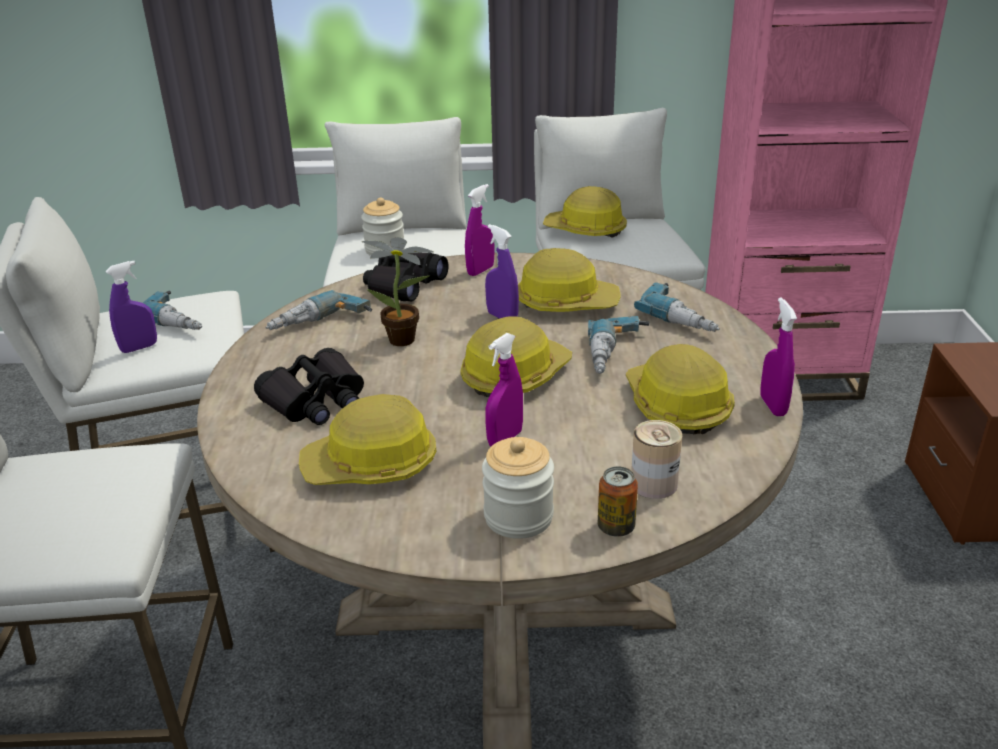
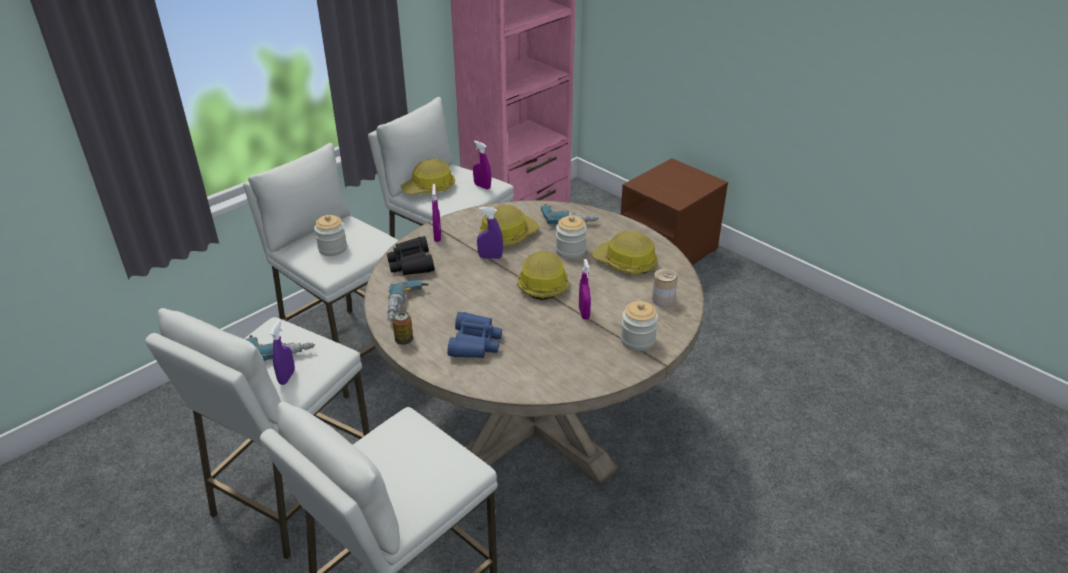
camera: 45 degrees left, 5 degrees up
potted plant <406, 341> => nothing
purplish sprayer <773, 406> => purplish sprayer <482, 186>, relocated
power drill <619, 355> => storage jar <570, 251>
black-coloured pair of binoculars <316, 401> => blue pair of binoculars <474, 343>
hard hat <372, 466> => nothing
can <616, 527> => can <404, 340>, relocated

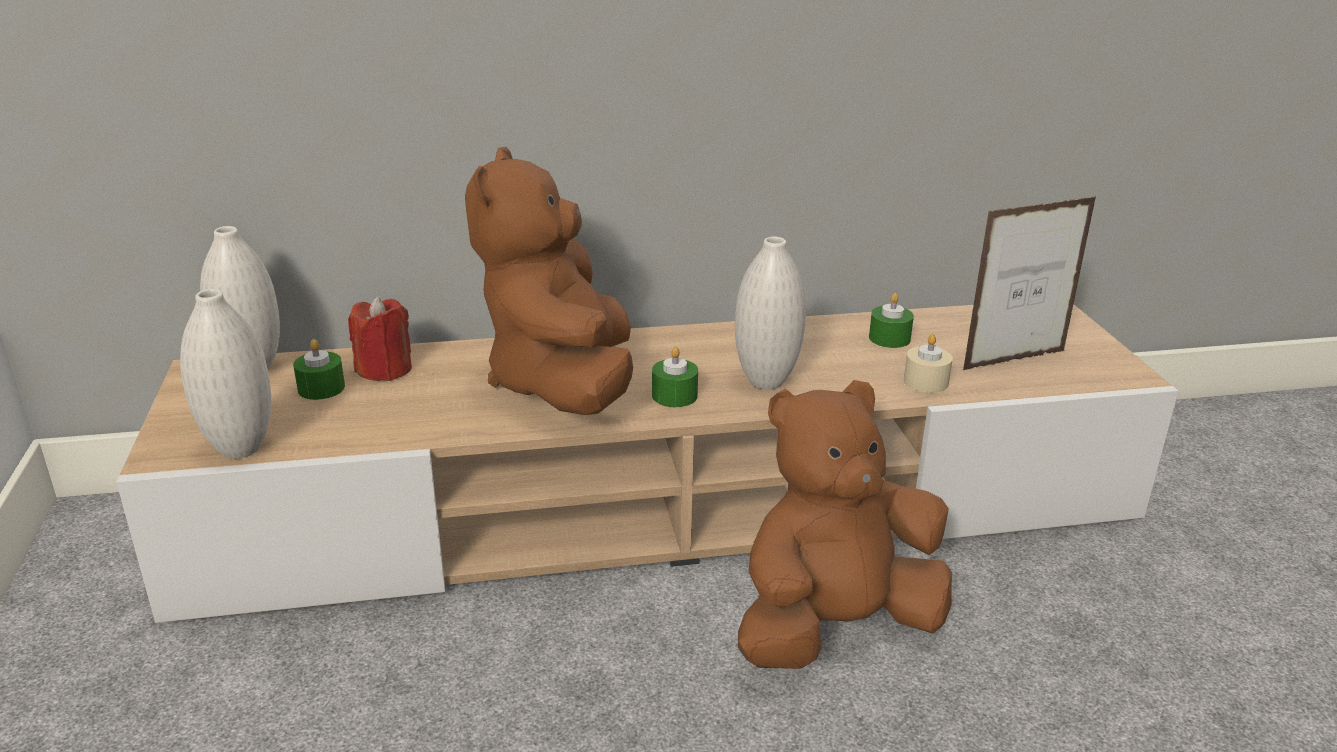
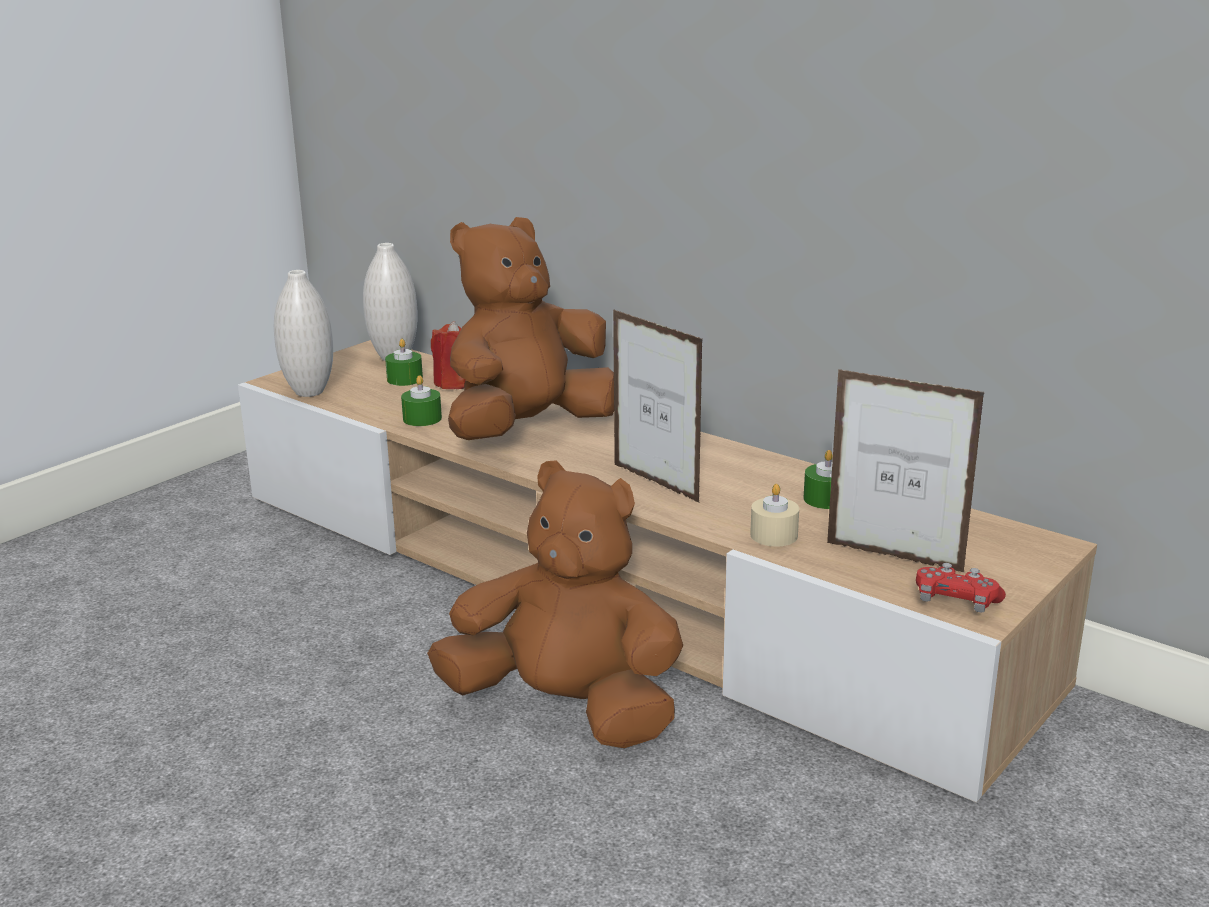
camera: 50 degrees right, 5 degrees down
whitish decorative vase <766, 382> => standing frame <655, 483>
greenish wax candle <674, 395> => greenish wax candle <422, 419>, relocated
nothing => reddish joypad <956, 602>

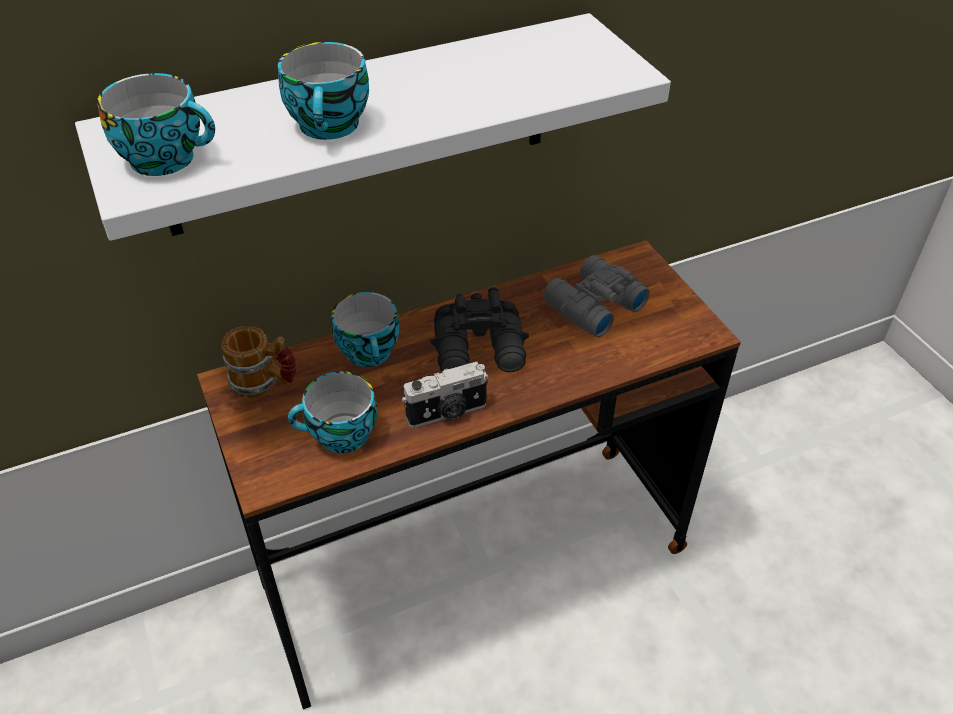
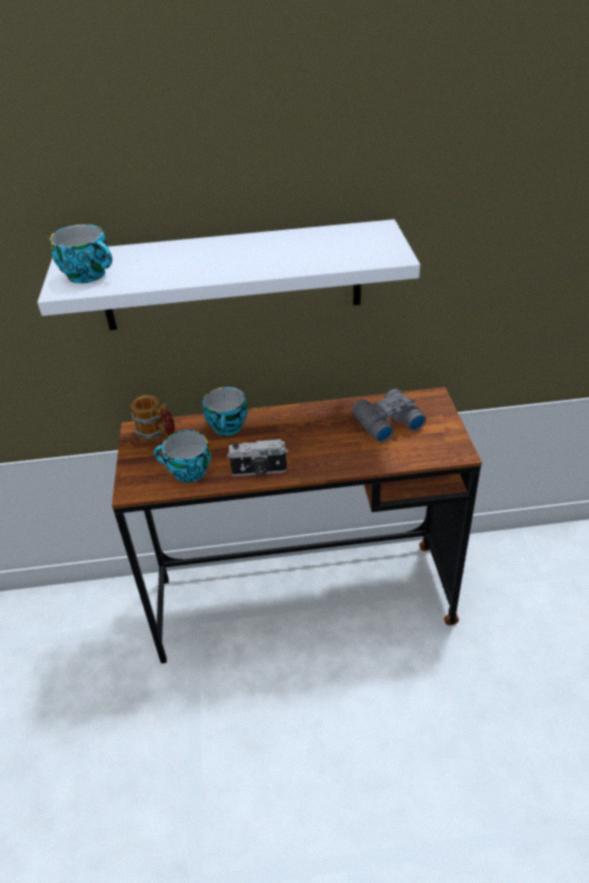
camera: 20 degrees right, 5 degrees down
cup <331, 126> => nothing
black-coloured pair of binoculars <481, 350> => nothing

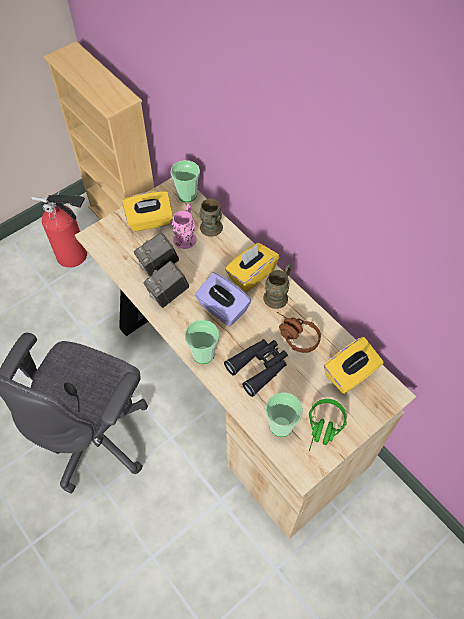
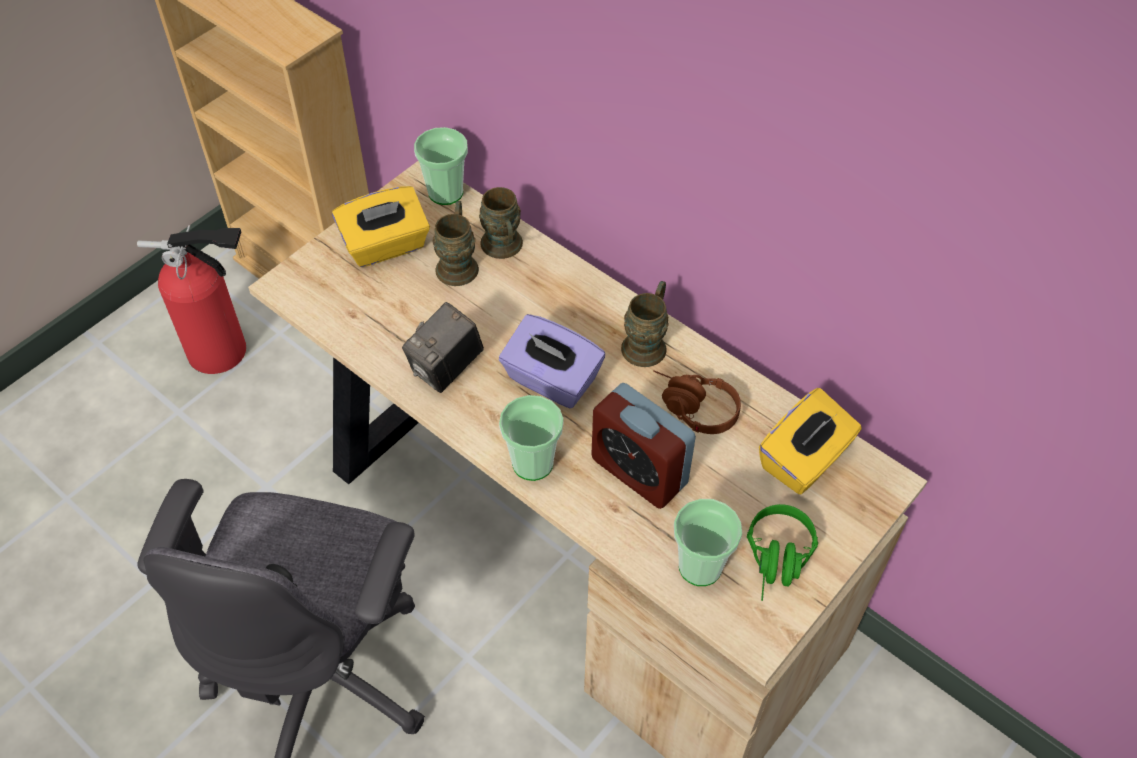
camera: 10 degrees left, 5 degrees down
pinkish coffee mug <186, 235> => brownish coffee mug <458, 263>
still camera <158, 266> => nothing
yellow tissue holder <251, 274> => nothing
black-coloured pair of binoculars <259, 367> => bedside clock <639, 471>

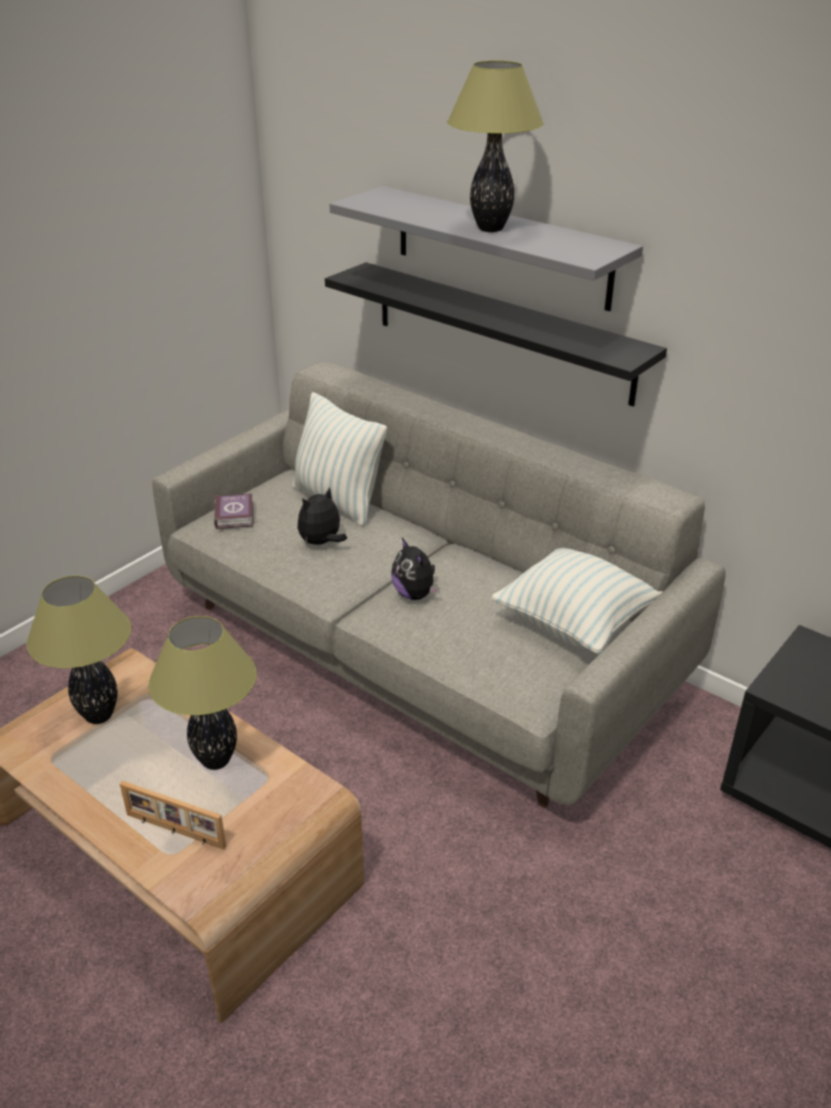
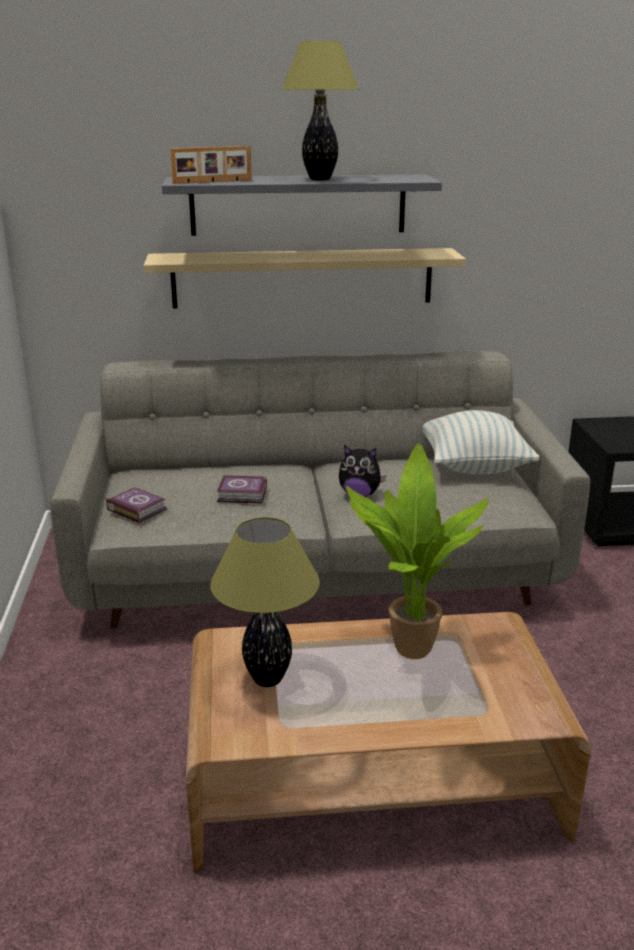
camera: 45 degrees left, 10 degrees down
black-coloured shelf <500, 332> => beige-coloured shelf <302, 278>
throw pillow <338, 501> => nothing
soft toy <321, 543> => bound book <243, 494>
lamp for a table <215, 761> => potted plant <406, 649>
standing frame <175, 831> => standing frame <213, 182>, relocated

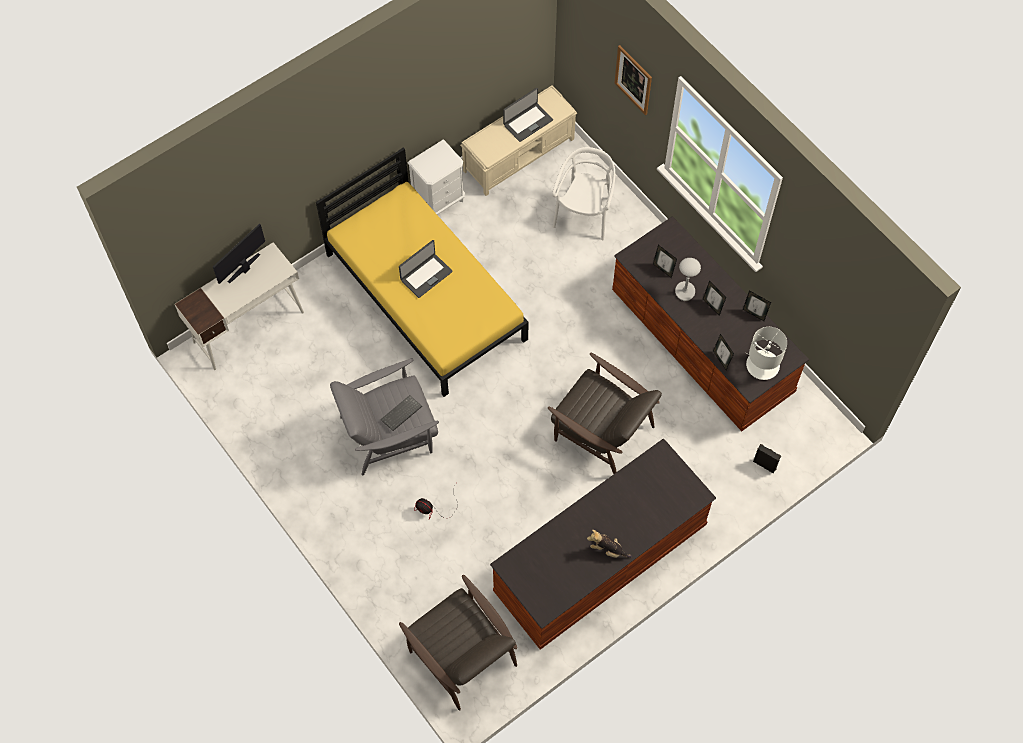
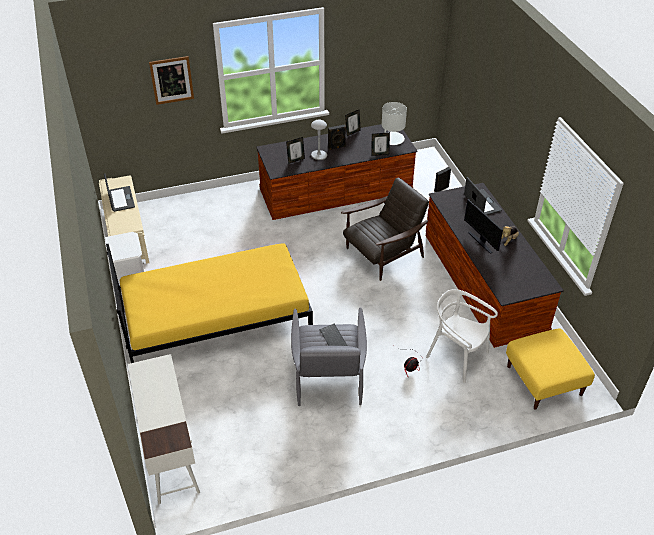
camera: 70 degrees left, 20 degrees down
whitish upright chair <584, 214> => whitish upright chair <457, 357>, relocated
monitor <245, 269> => monitor <481, 242>, relocated
portable computer <426, 275> => portable computer <482, 203>, relocated
standing frame <712, 306> => black-coloured audio speaker <337, 147>
brownish easy chair <461, 654> => yellow ottoman <544, 381>

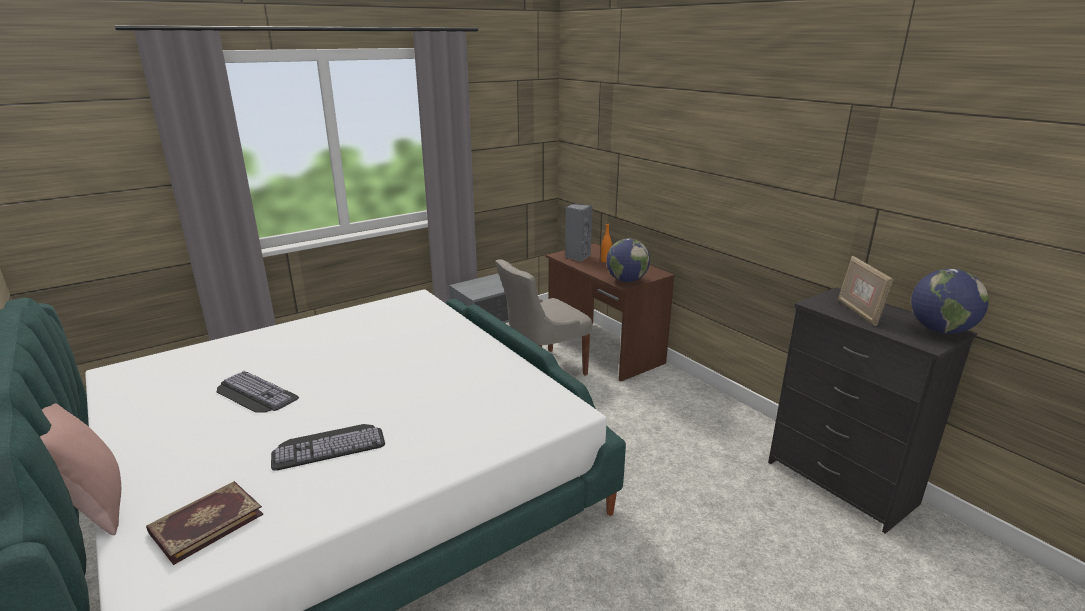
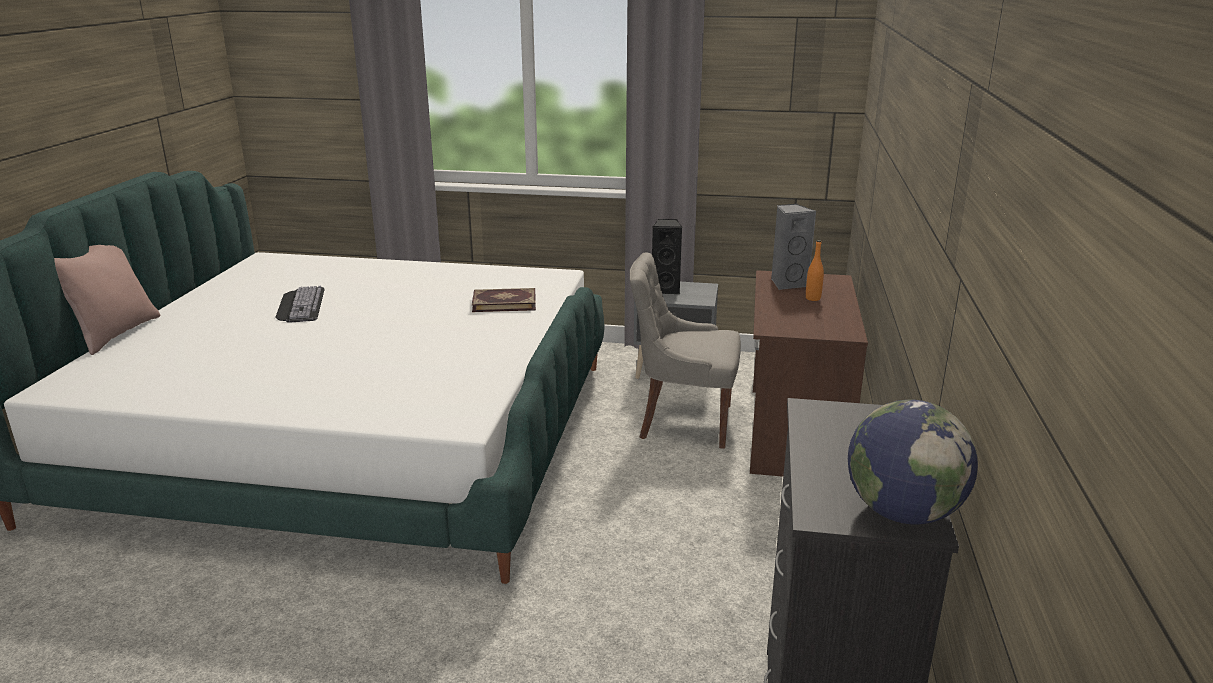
camera: 45 degrees right, 0 degrees up
globe <626, 280> => nothing
standing frame <858, 312> => nothing
keyboard <329, 445> => nothing
bound book <206, 522> => bound book <504, 302>, relocated
nothing => black-coloured audio speaker <665, 289>

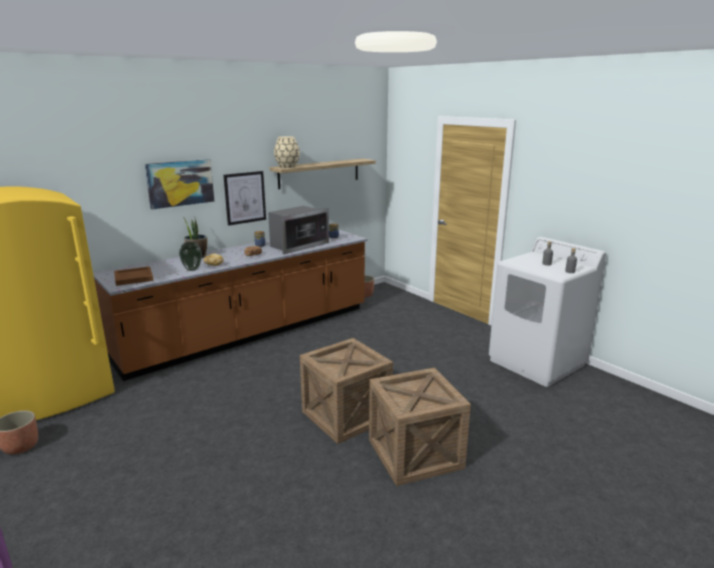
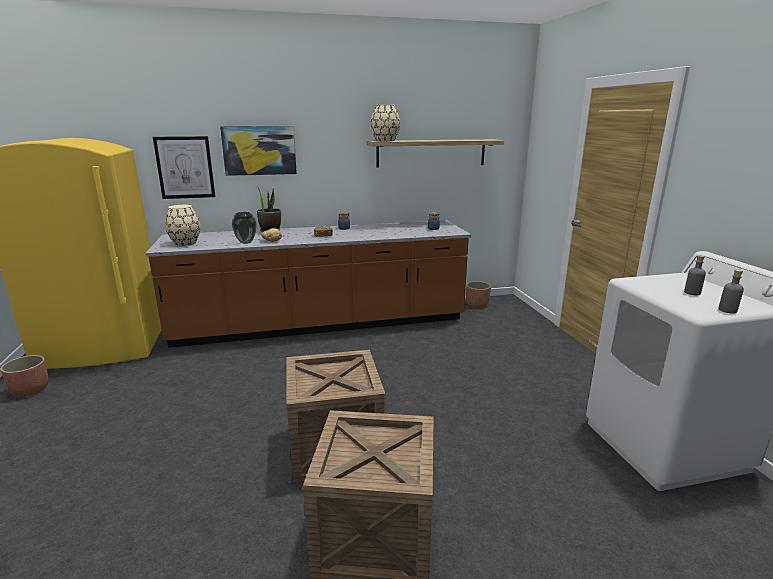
camera: 25 degrees right, 0 degrees up
picture <245, 197> => picture <185, 167>, relocated
microwave oven <297, 245> => nothing
brownish carrying tray <133, 277> => beige-coloured decorative vase <185, 243>

